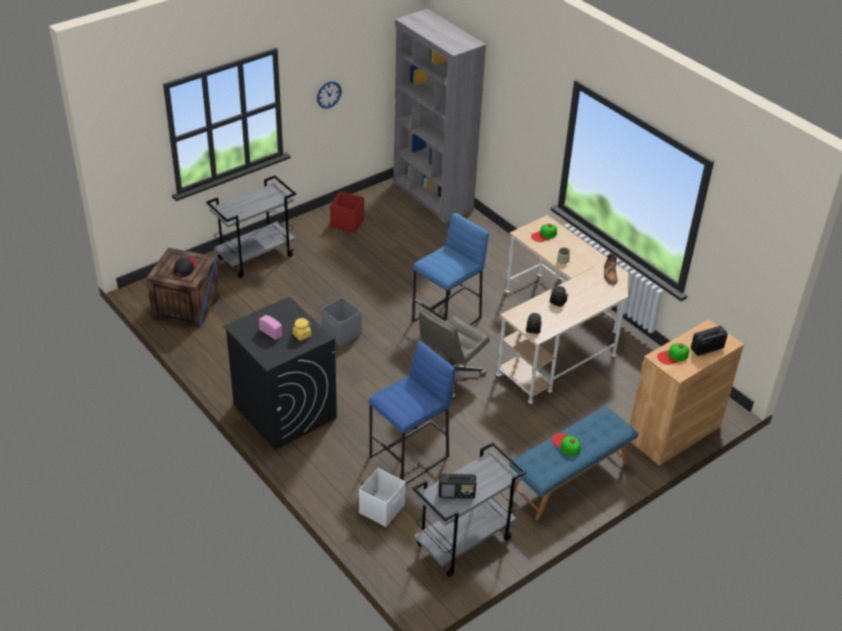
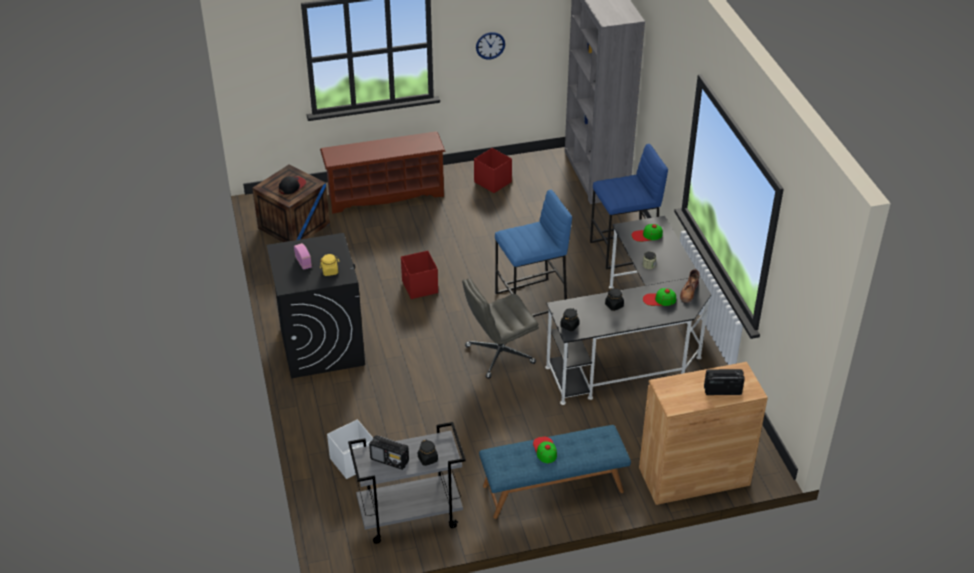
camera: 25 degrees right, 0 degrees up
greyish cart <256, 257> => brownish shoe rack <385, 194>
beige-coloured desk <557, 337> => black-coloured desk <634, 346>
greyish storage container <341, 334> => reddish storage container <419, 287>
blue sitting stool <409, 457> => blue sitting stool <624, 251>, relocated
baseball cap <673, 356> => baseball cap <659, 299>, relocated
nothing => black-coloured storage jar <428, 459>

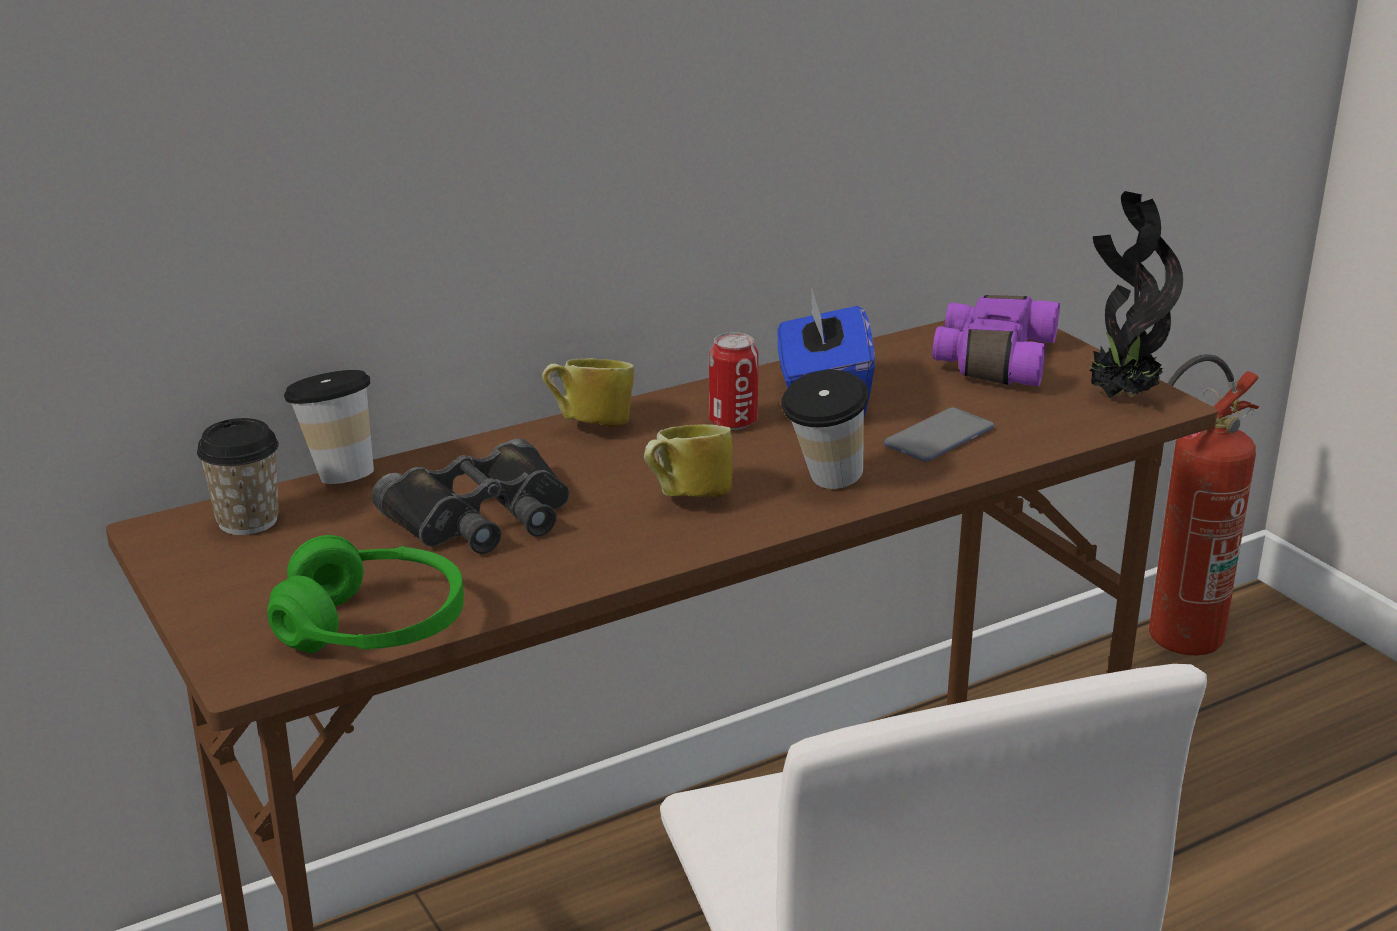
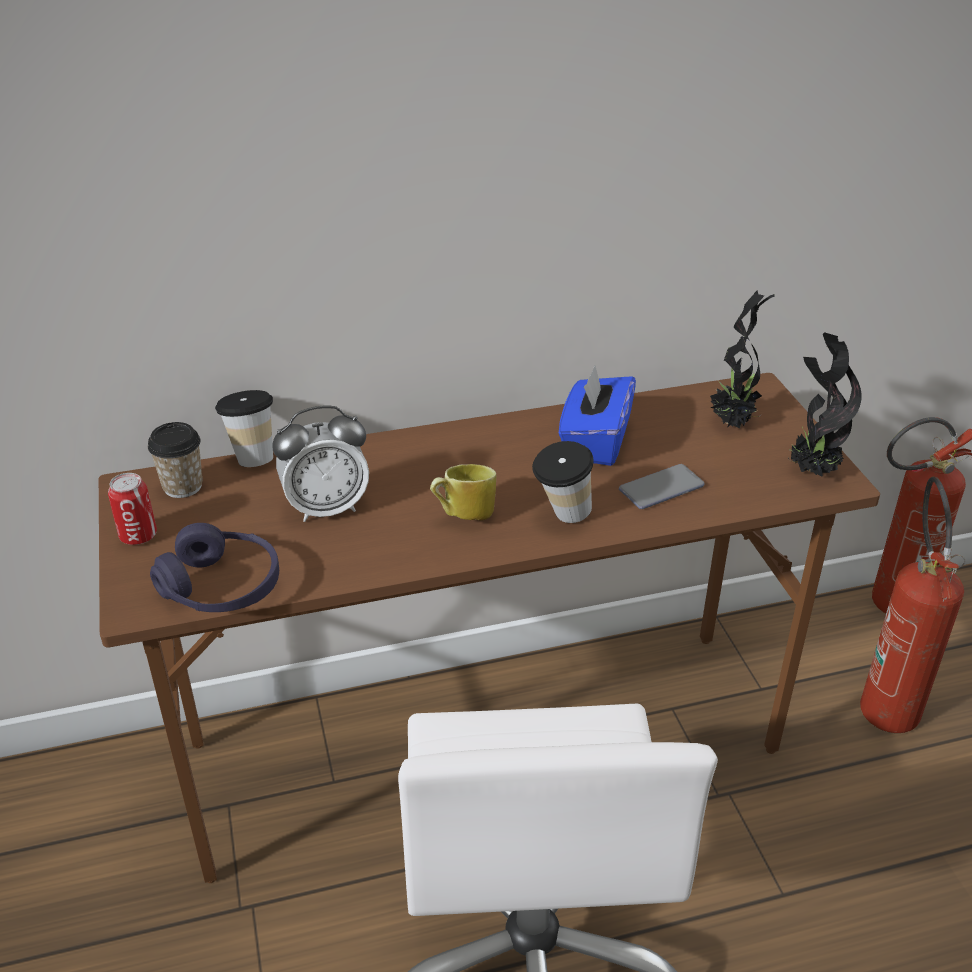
camera: 15 degrees right, 10 degrees up
purplish pair of binoculars <991, 360> => potted plant <732, 423>
can <733, 422> => can <138, 536>, relocated
coffee mug <590, 426> => nothing
black-coloured pair of binoculars <482, 517> => bedside clock <326, 508>
greenish pair of headphones <373, 627> => purplish pair of headphones <221, 587>
nothing => extinguisher <886, 700>

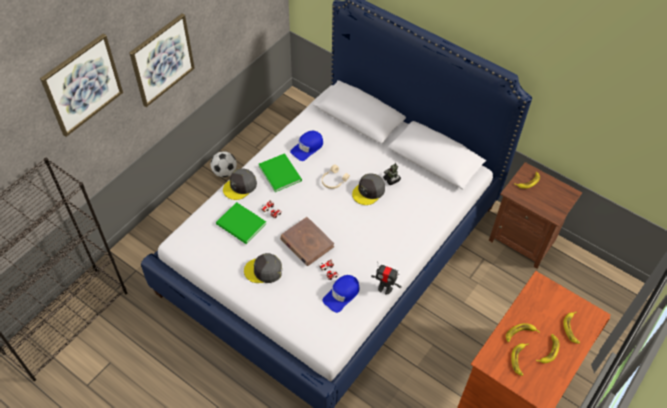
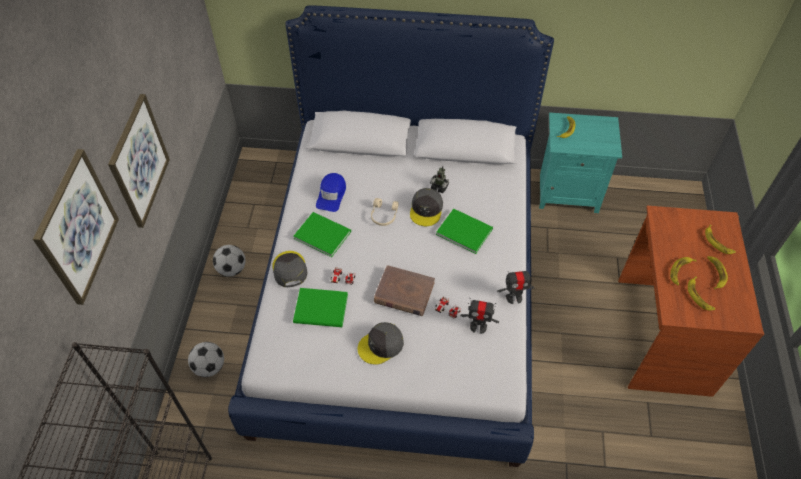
camera: 30 degrees left, 0 degrees up
brownish nightstand <523, 239> => turquoise-coloured nightstand <567, 192>
greyish baseball cap <240, 186> => greyish baseball cap <289, 269>, 150 degrees clockwise
blue baseball cap <342, 294> => toy robot <478, 327>
nothing => greenish bound book <463, 230>
nothing => football ball <209, 367>

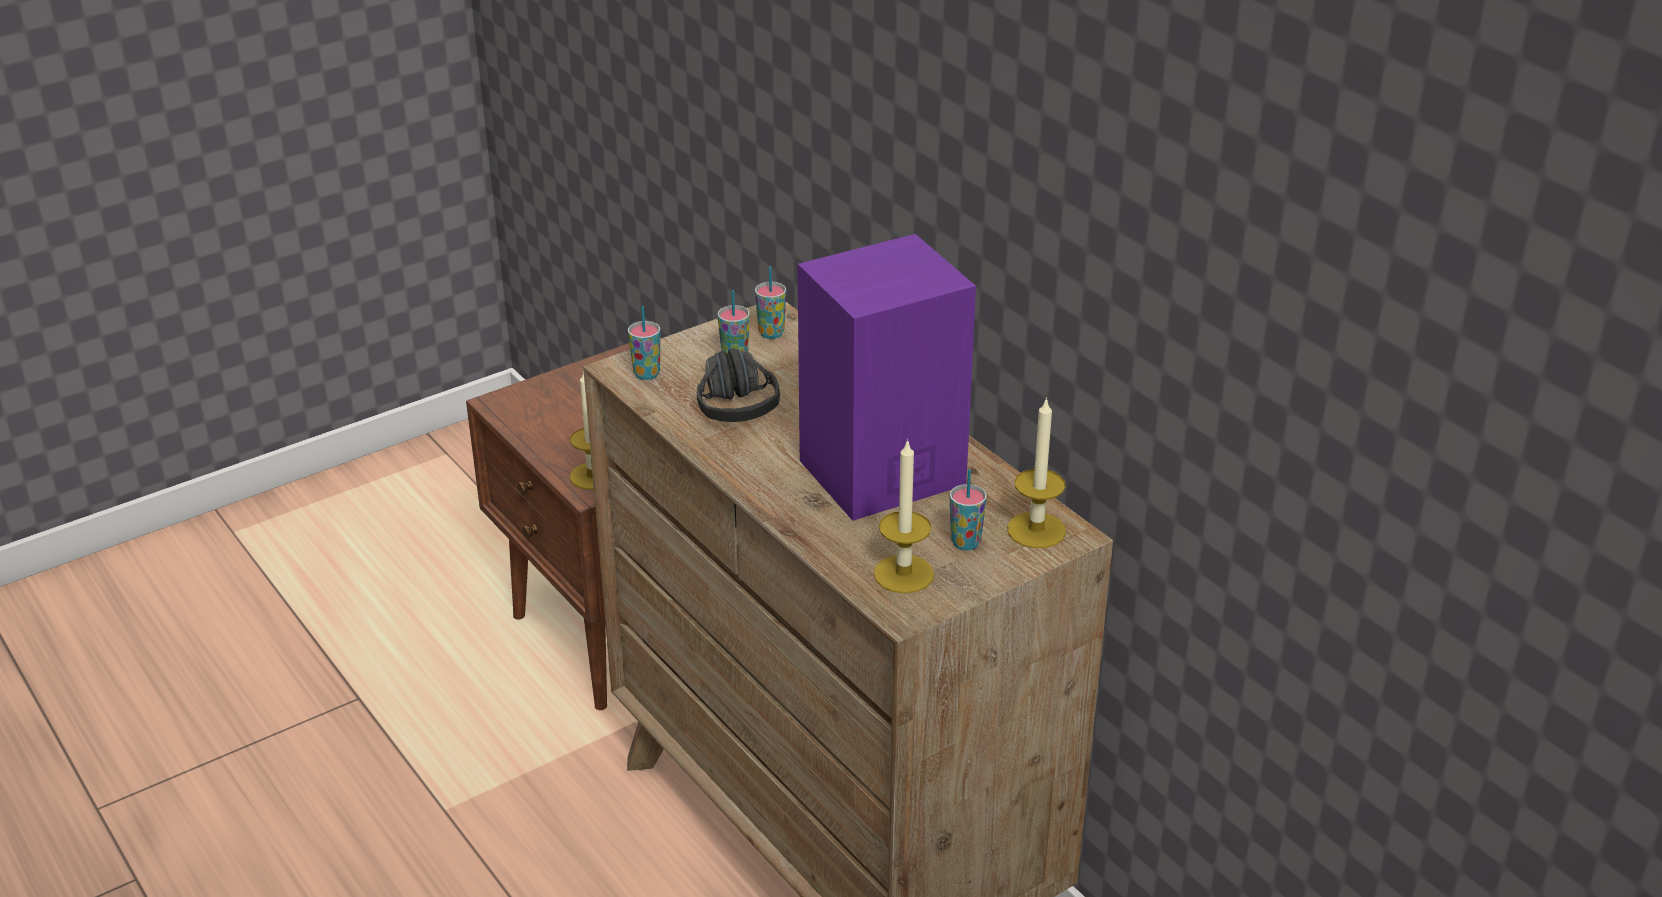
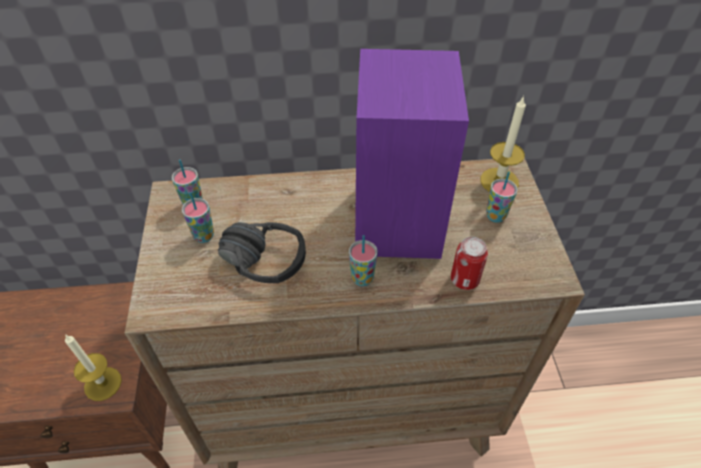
camera: 60 degrees left, 15 degrees up
cup <646, 374> => cup <362, 278>, relocated
wax candle <903, 574> => nothing
nothing => can <464, 279>

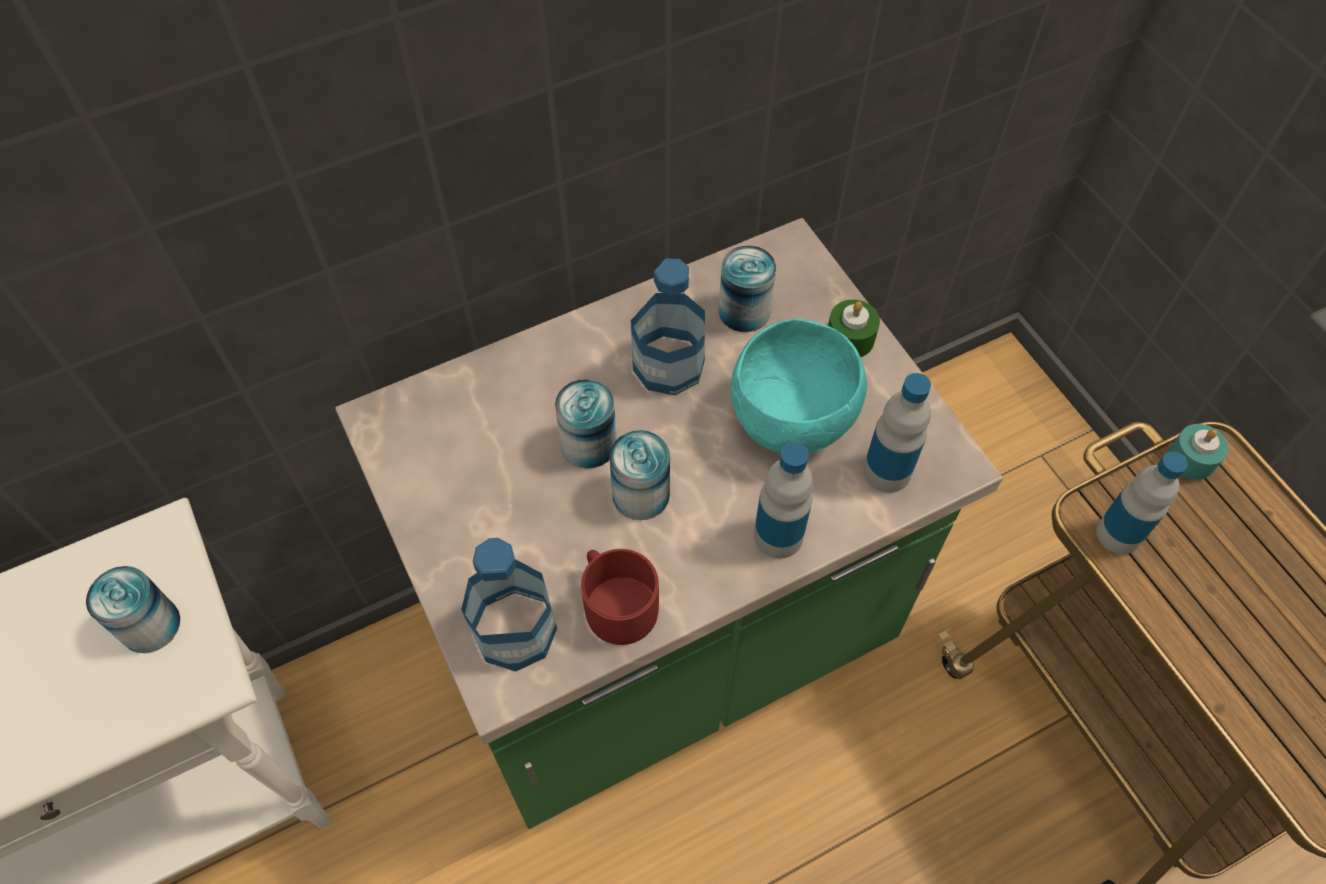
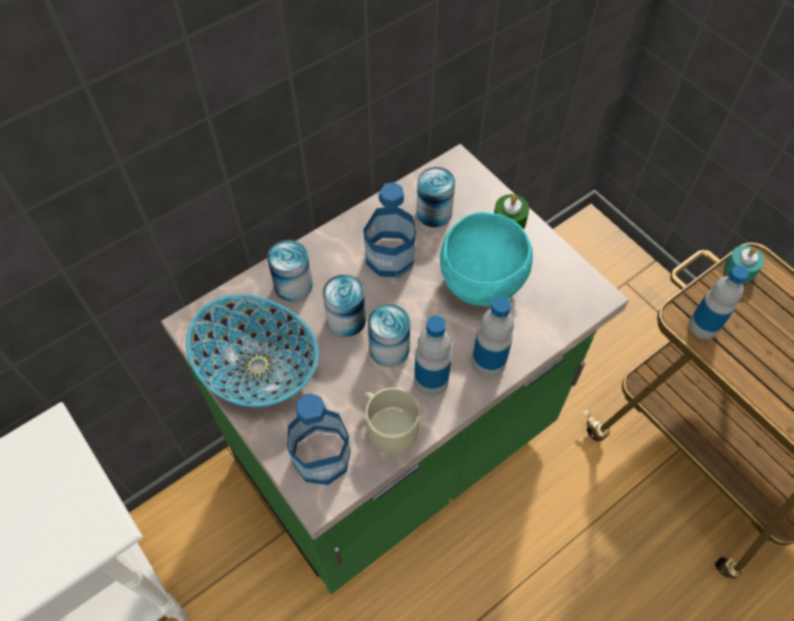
camera: 10 degrees left, 0 degrees up
beverage bottle <887, 471> => beverage bottle <431, 380>, relocated
reddish coffee mug <616, 602> => beige-coloured coffee mug <387, 425>
can <150, 625> => can <293, 285>, relocated
nothing => serving bowl <258, 367>

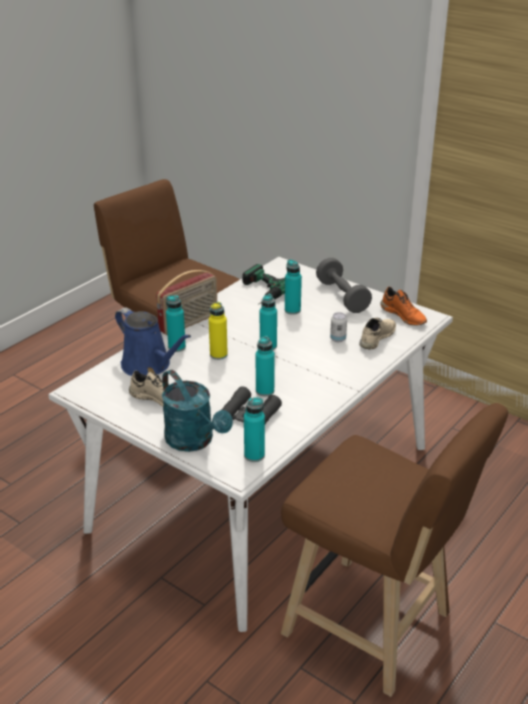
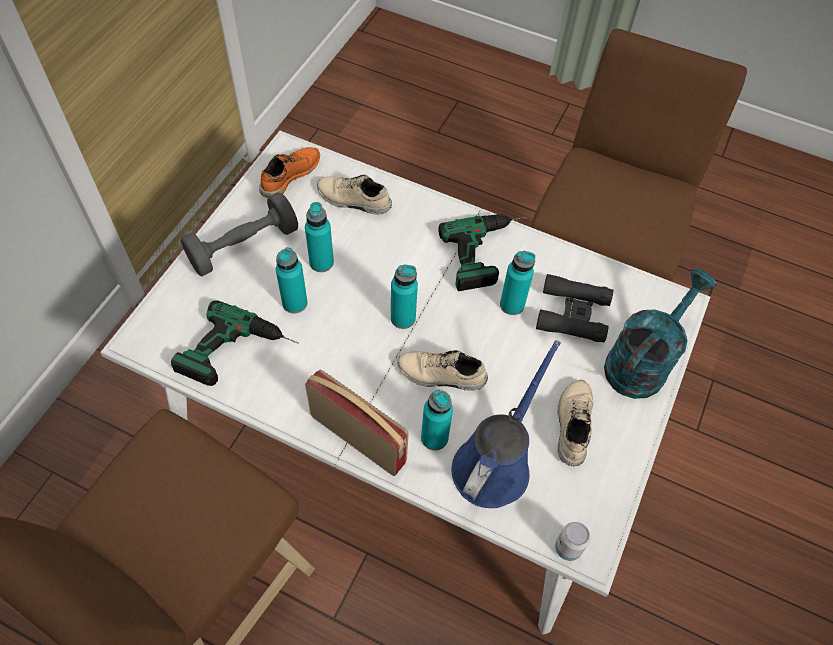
camera: 105 degrees left, 25 degrees up
yellow beverage bottle <218, 355> => beige-coloured shoe <441, 376>
can <338, 339> => can <568, 548>, relocated
turquoise-coloured beverage bottle <254, 455> => turquoise-coloured beverage bottle <321, 262>, relocated
nothing => power drill <490, 252>

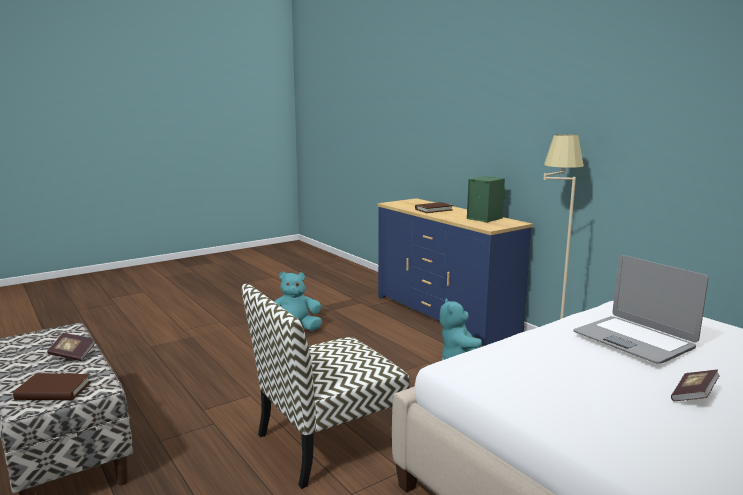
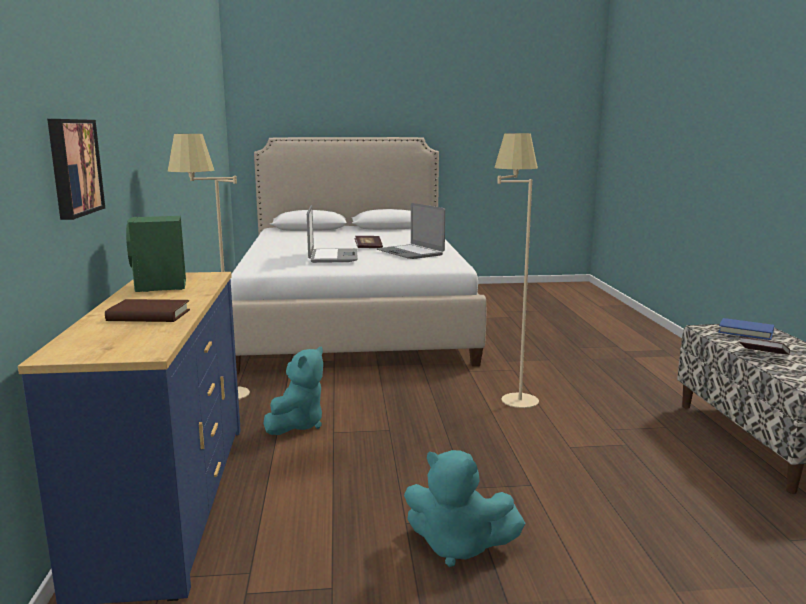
camera: 150 degrees left, 0 degrees up
upright chair <327, 442> => beige-coloured standard lamp <511, 394>
brownish bound book <53, 391> => blue bound book <745, 332>
nothing => picture <72, 167>
nothing => portable computer <410, 253>

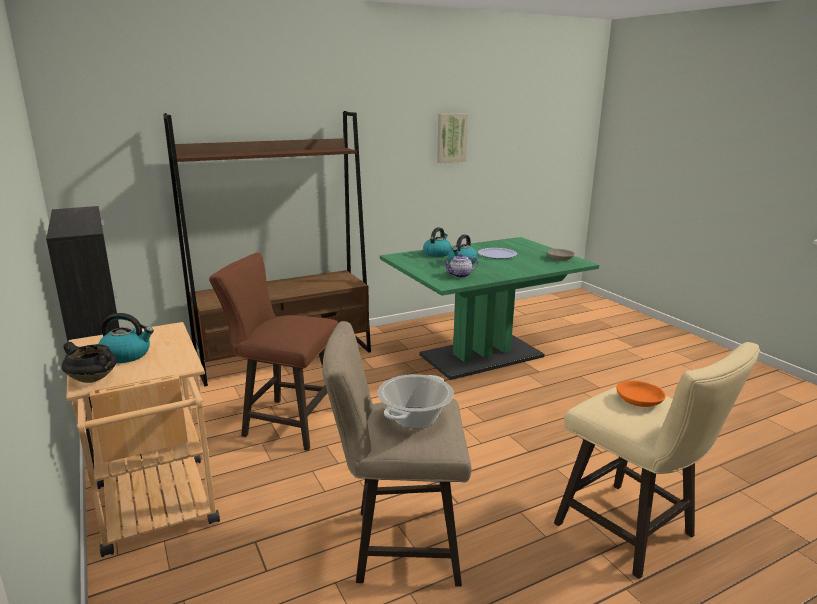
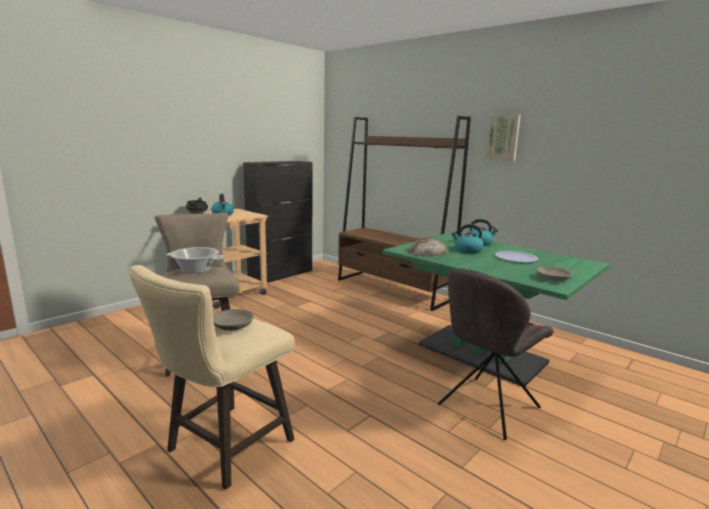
camera: 70 degrees right, 5 degrees down
picture <451, 138> => picture <503, 137>, relocated
brownish sitting stool <285, 421> => nothing
teapot <459, 275> => bread <428, 251>
orangey serving bowl <639, 400> => greyish serving bowl <232, 326>
nothing => greyish upright chair <486, 408>

